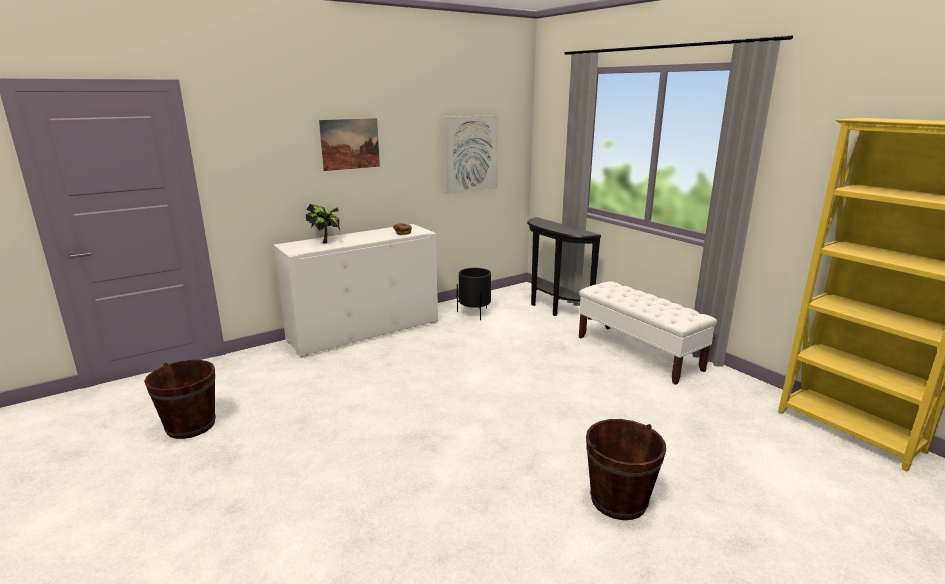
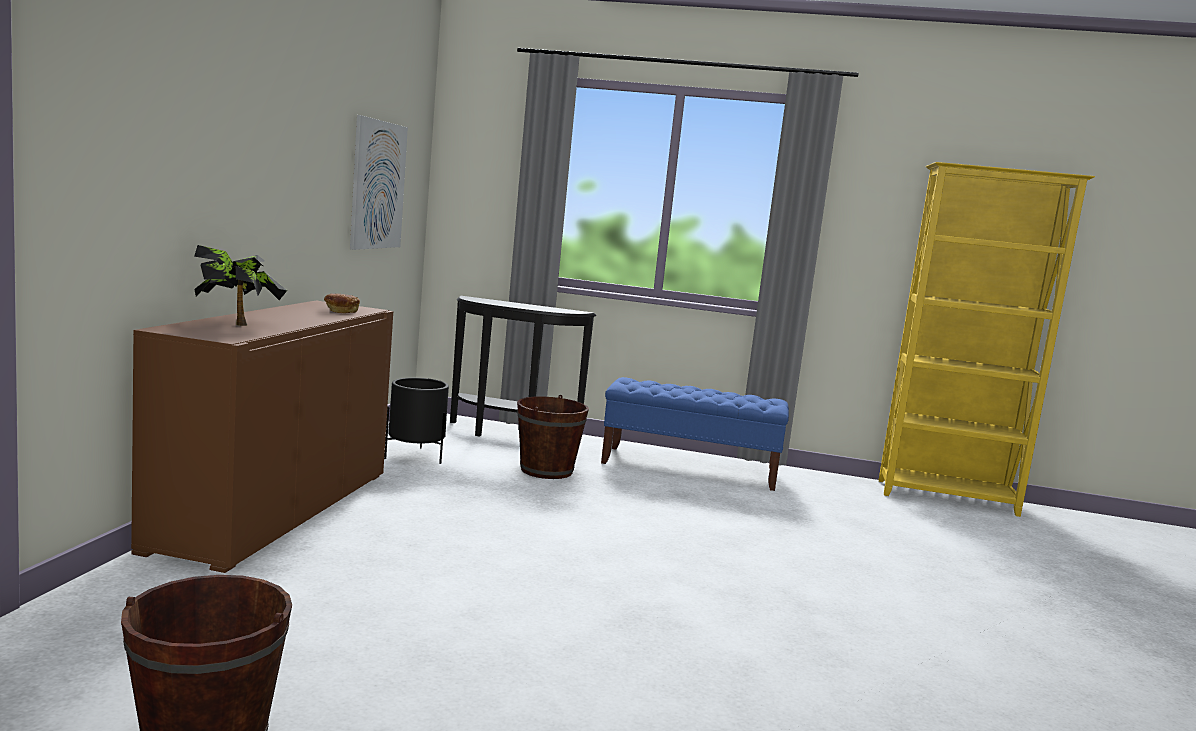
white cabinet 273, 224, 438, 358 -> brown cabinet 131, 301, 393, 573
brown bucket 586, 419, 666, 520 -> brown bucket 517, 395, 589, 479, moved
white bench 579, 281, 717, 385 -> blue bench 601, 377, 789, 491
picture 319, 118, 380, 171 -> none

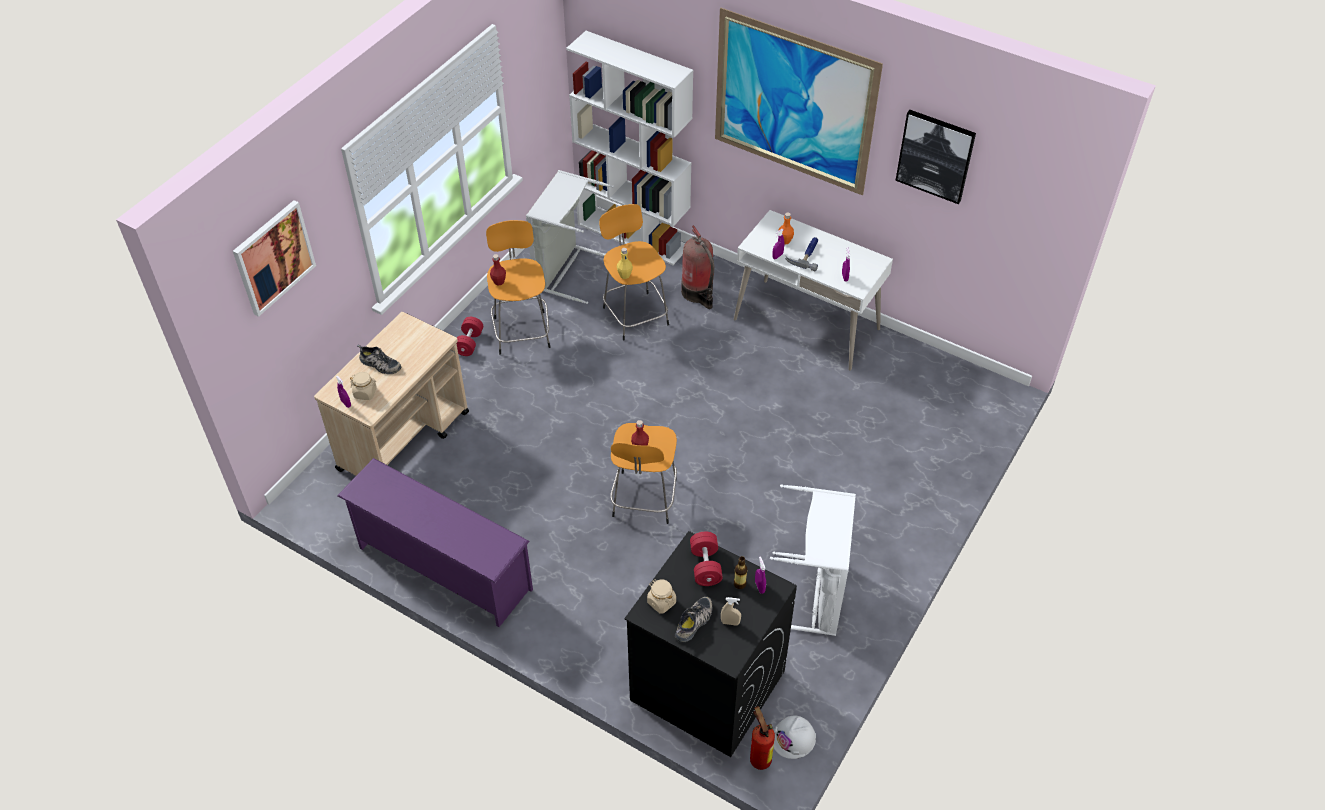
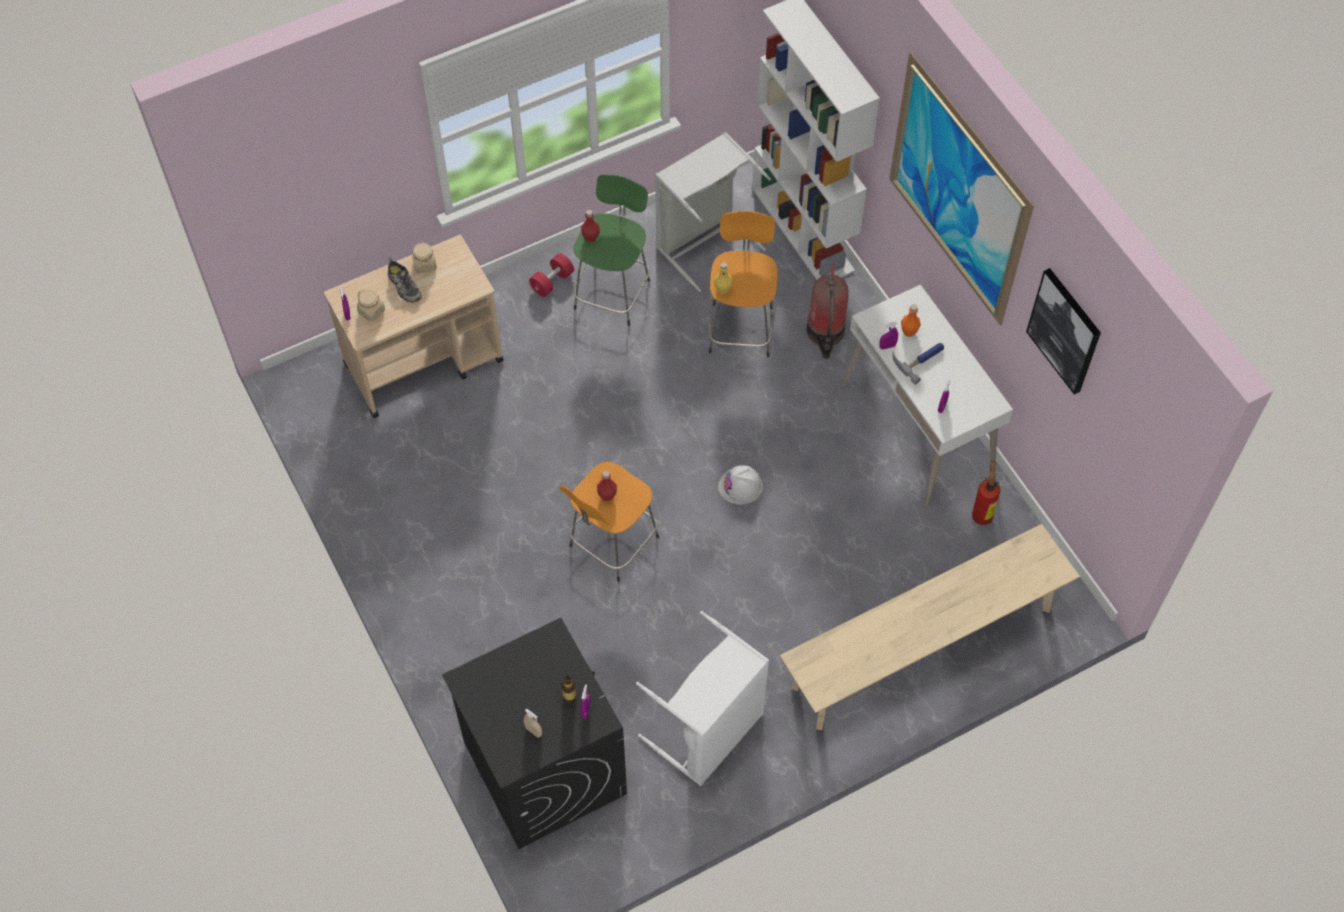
beige jar 647, 579, 676, 614 -> beige jar 412, 243, 437, 274, moved
orange stool 486, 220, 551, 355 -> green stool 573, 174, 650, 326
white hard hat 773, 716, 816, 759 -> white hard hat 718, 465, 763, 505, moved
none -> beige bench 780, 524, 1080, 730
fire extinguisher 750, 706, 775, 770 -> fire extinguisher 972, 461, 1000, 525, moved
picture 233, 200, 316, 317 -> none
purple shoe rack 337, 458, 533, 627 -> none
shoe 675, 596, 712, 642 -> none
red dumbbell 690, 532, 722, 586 -> none

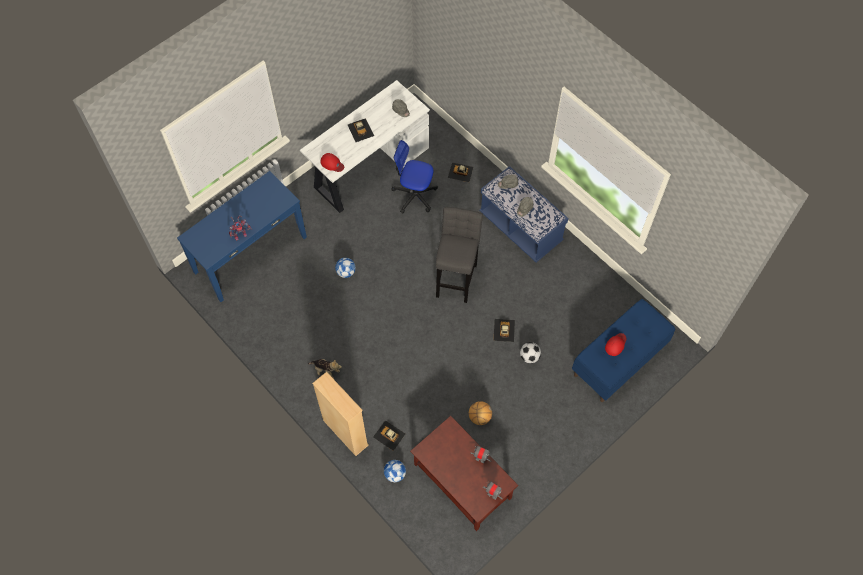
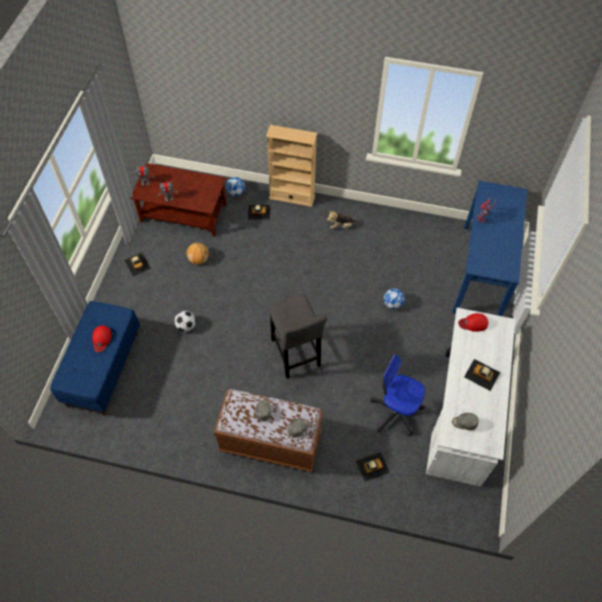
toy car 493, 319, 515, 342 -> toy car 124, 253, 151, 277, moved
blue bench 479, 166, 568, 262 -> brown bench 214, 389, 323, 472
office chair 391, 140, 438, 213 -> office chair 370, 354, 425, 436, 135 degrees counterclockwise

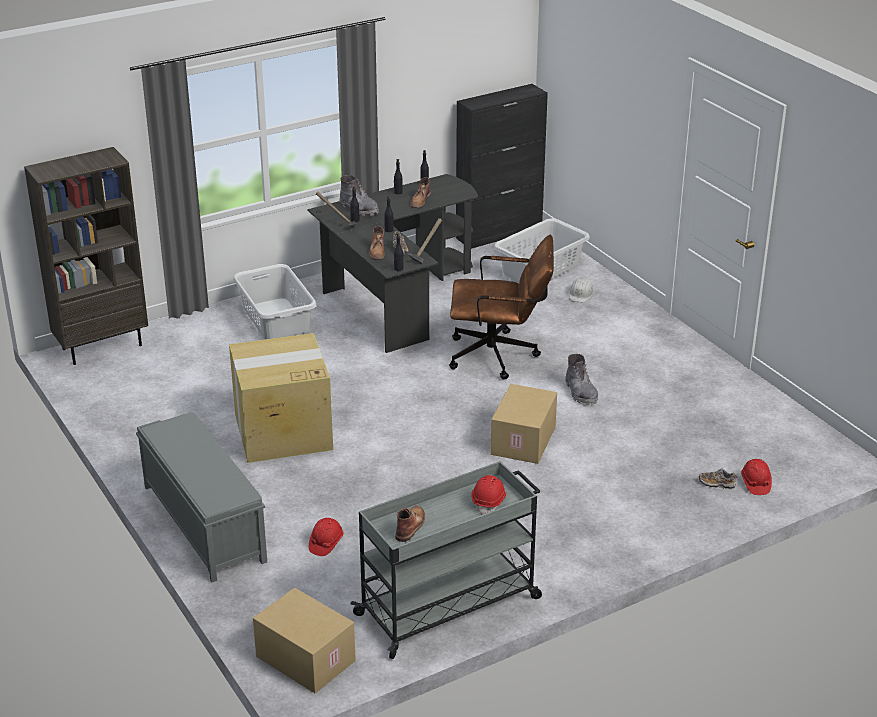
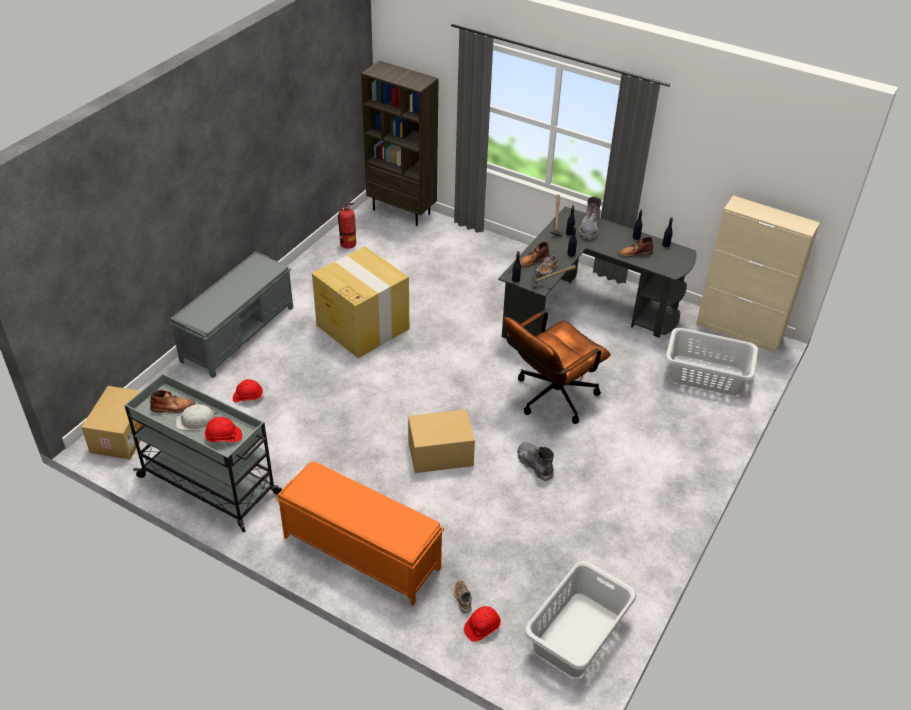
white hard hat 569, 277, 594, 302 -> white hard hat 176, 404, 218, 431, moved
none -> orange bench 277, 461, 444, 606
none -> fire extinguisher 338, 198, 356, 249
brown office chair 449, 235, 554, 379 -> brown office chair 503, 311, 610, 424, 75 degrees clockwise
grey boot 565, 354, 598, 405 -> grey boot 517, 442, 554, 481, 105 degrees clockwise
grey laundry basket 233, 264, 317, 339 -> grey laundry basket 524, 561, 636, 677, moved
black cabinet 456, 84, 548, 249 -> beige cabinet 696, 196, 820, 353

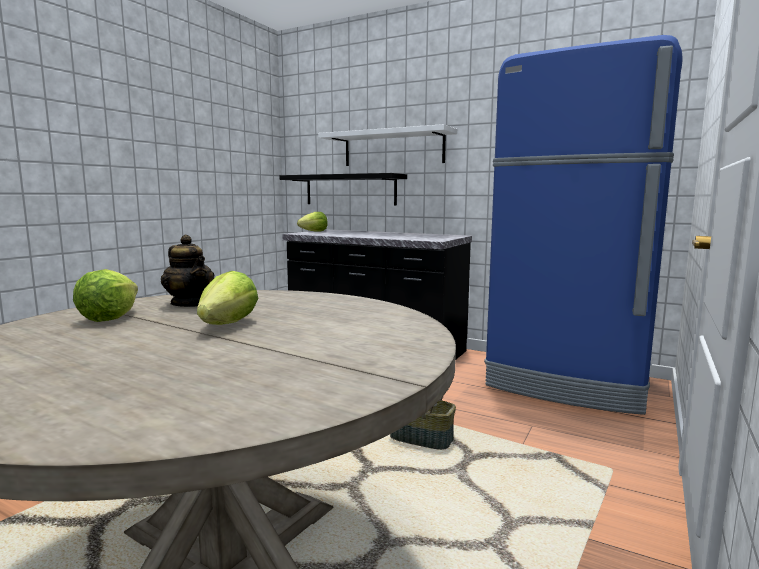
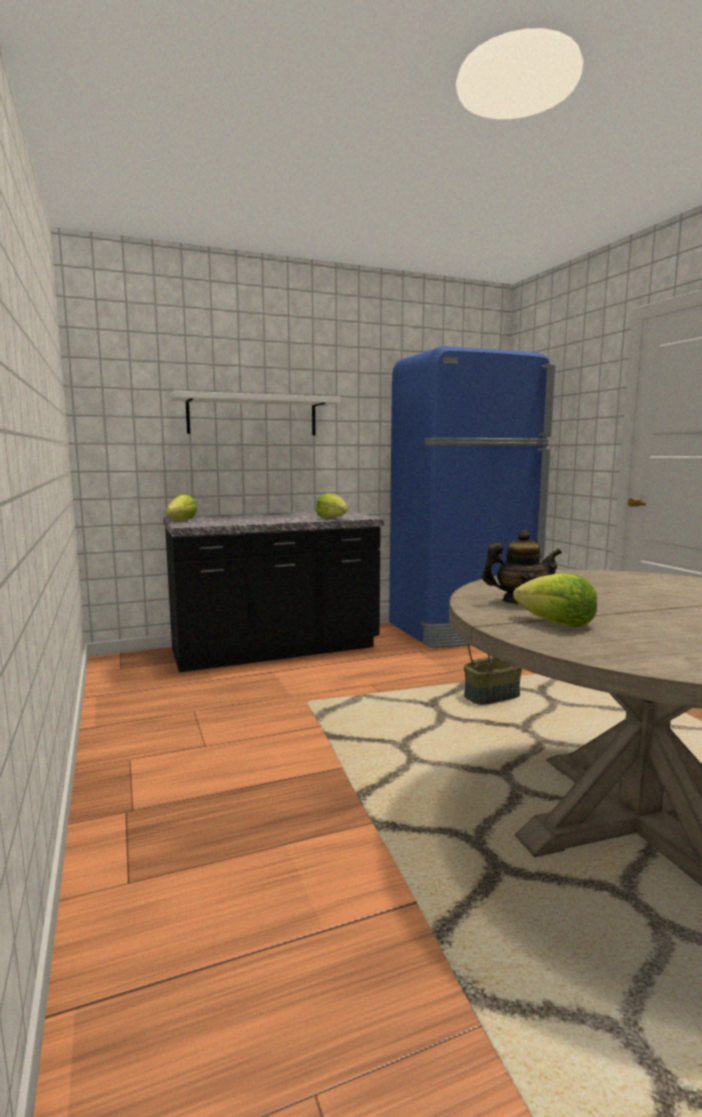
lettuce 197, 271, 258, 325 -> lettuce 316, 493, 348, 519, moved
black shelf 279, 173, 407, 205 -> none

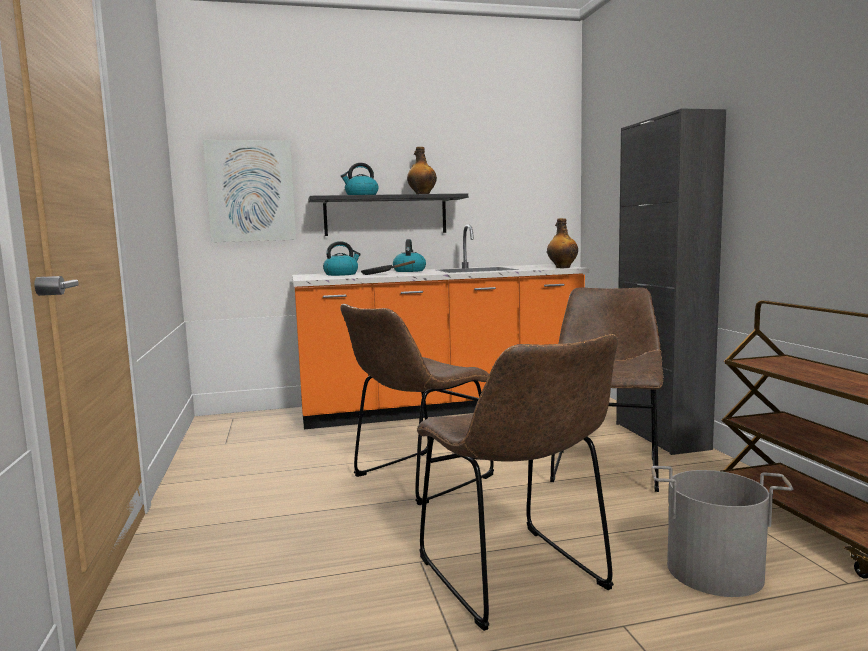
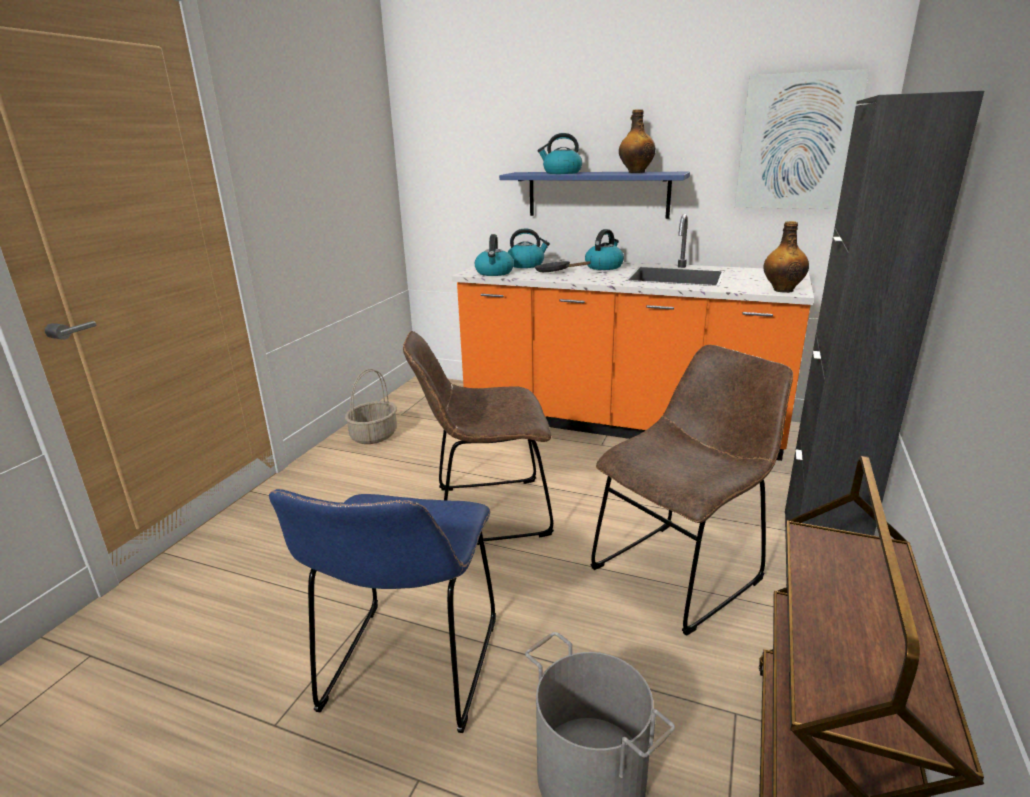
brown chair 417, 334, 618, 631 -> blue chair 269, 489, 496, 733
none -> basket 345, 369, 397, 444
none -> kettle 475, 234, 514, 276
black shelf 308, 193, 468, 236 -> blue shelf 499, 172, 690, 219
picture 203, 140, 296, 242 -> picture 735, 69, 869, 209, moved

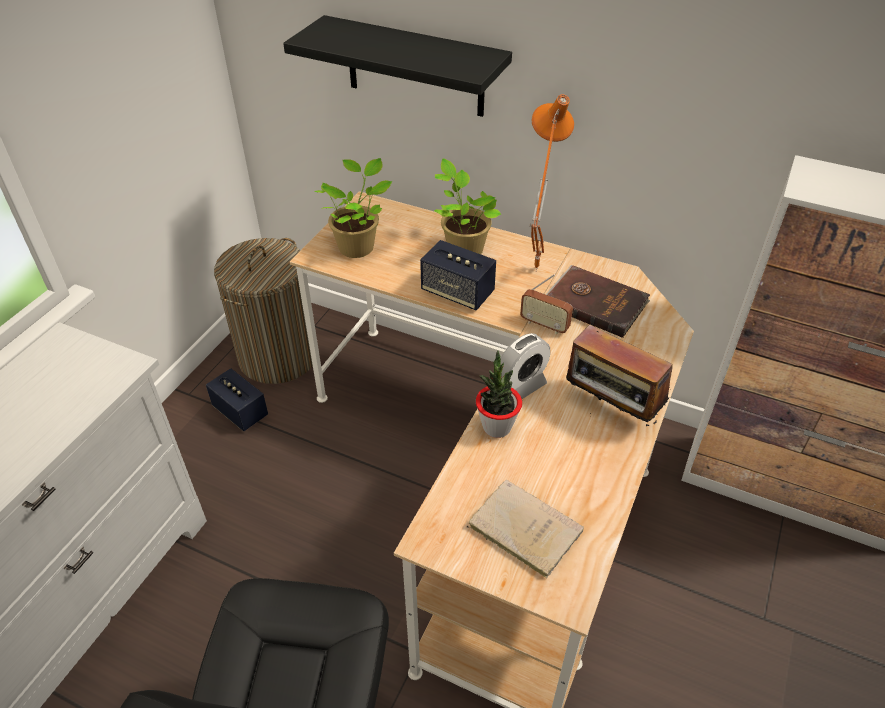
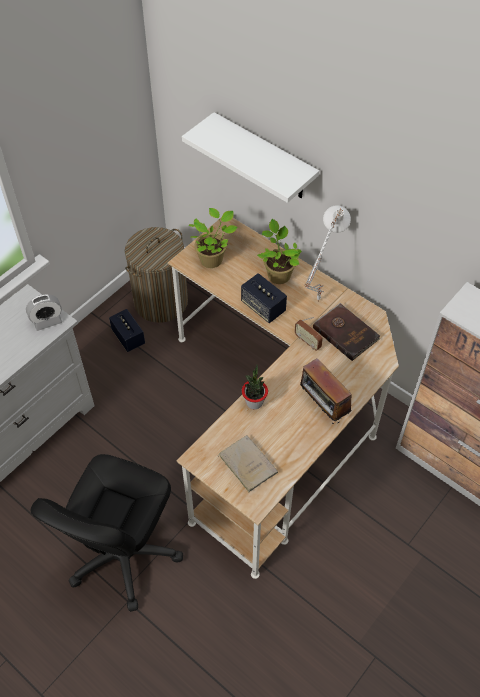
alarm clock 500, 333, 550, 399 -> alarm clock 26, 294, 62, 331, moved
black shelf 283, 15, 512, 117 -> white shelf 182, 112, 319, 203
orange table lamp 530, 94, 574, 271 -> white table lamp 304, 205, 351, 301

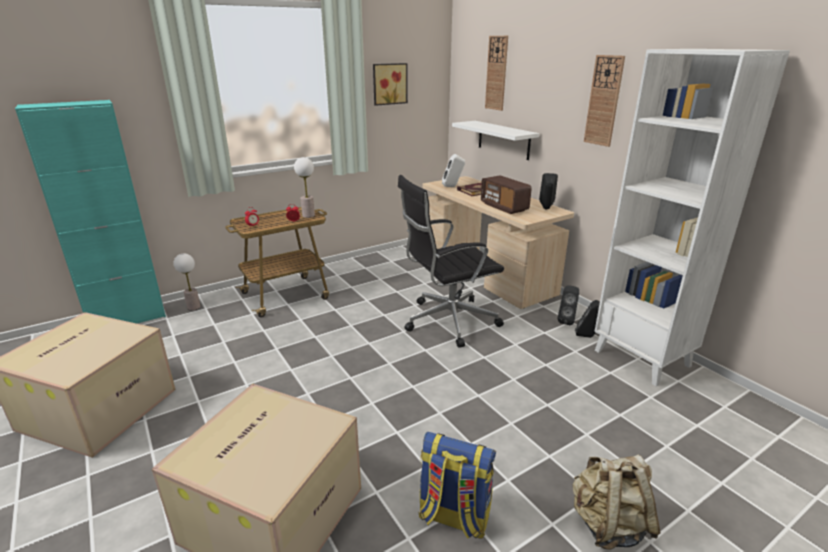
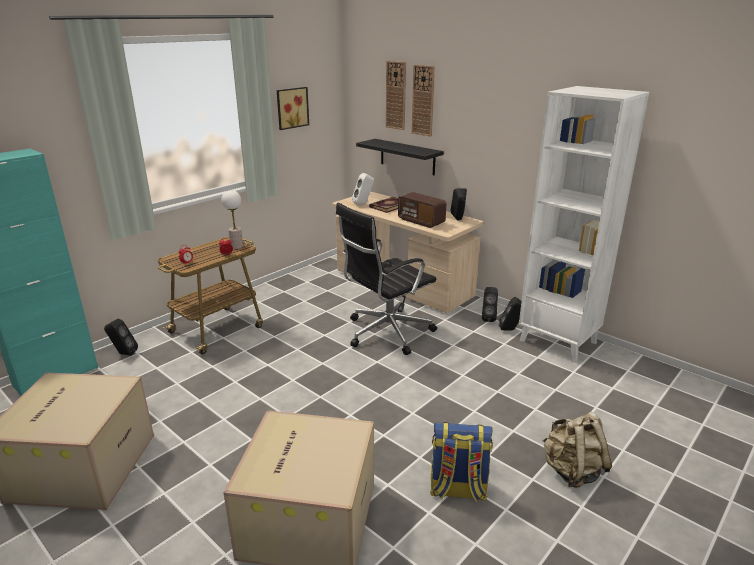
table lamp 174, 253, 200, 310 -> black speaker 104, 319, 138, 356
white shelf 452, 121, 539, 160 -> black shelf 356, 139, 444, 176
wall clock 584, 55, 625, 147 -> wall clock 412, 65, 435, 137, moved

